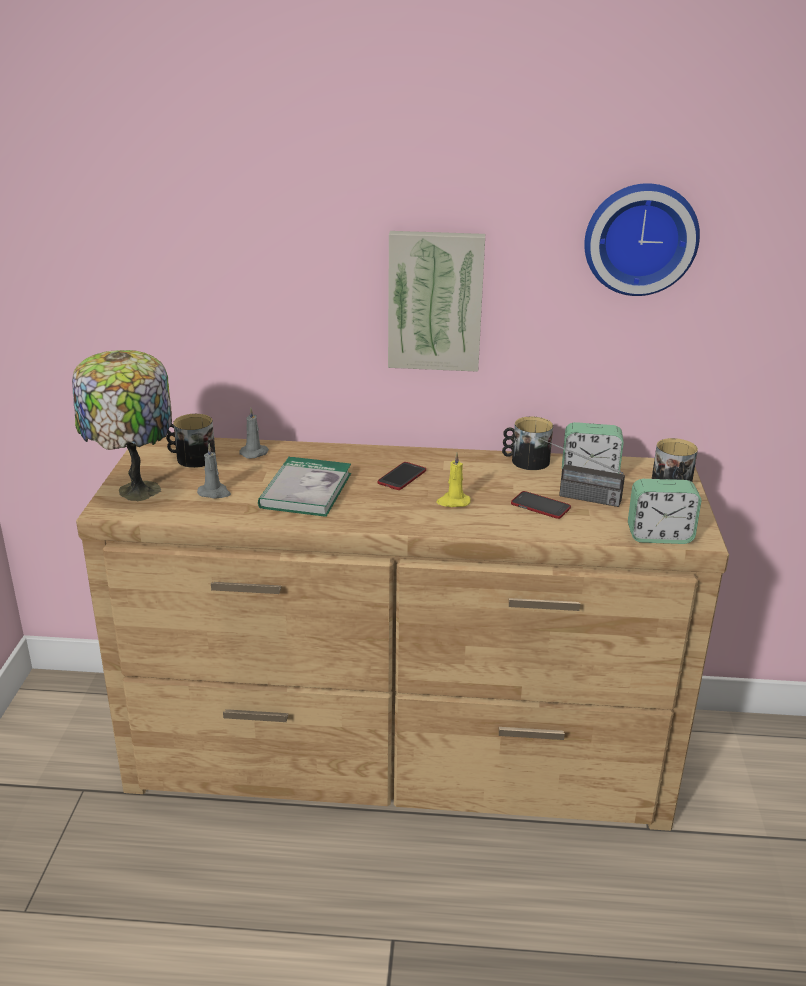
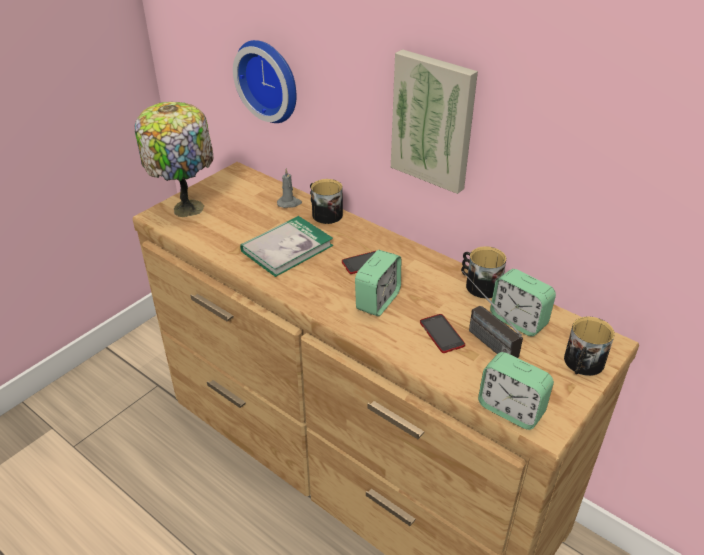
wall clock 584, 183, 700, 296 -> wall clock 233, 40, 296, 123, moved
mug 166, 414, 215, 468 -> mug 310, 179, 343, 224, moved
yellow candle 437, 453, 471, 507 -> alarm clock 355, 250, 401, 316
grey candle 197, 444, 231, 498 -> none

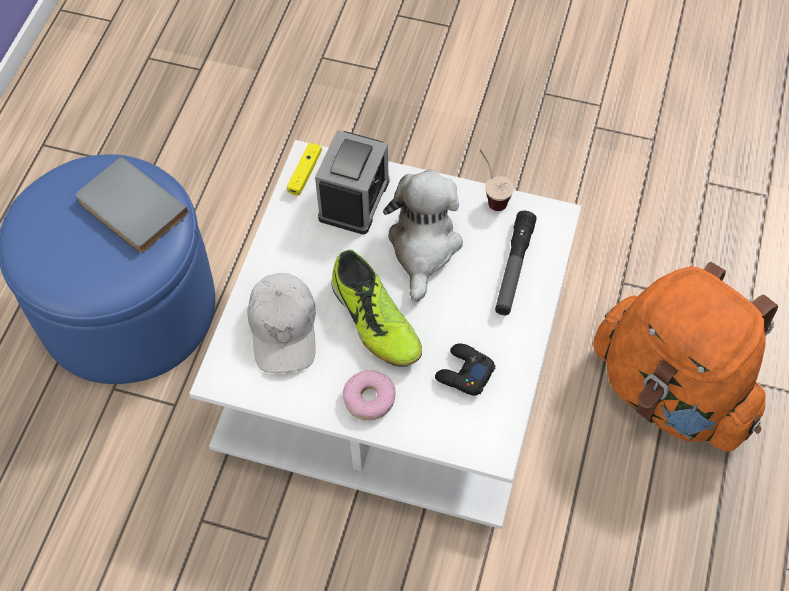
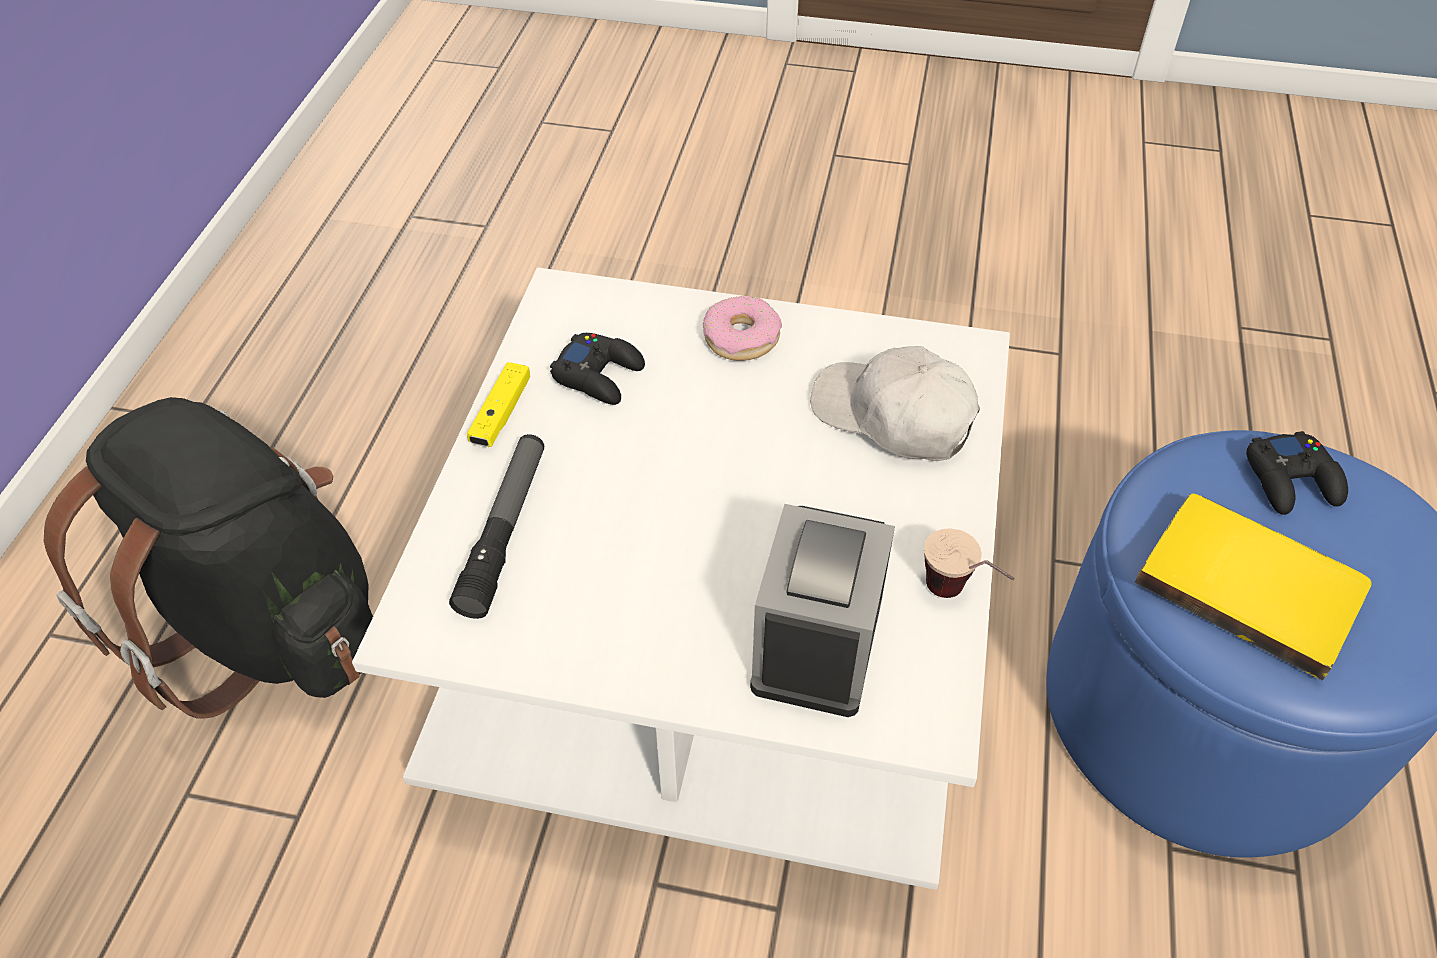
orange backpack 593, 262, 778, 452 -> black backpack 44, 397, 373, 719
yellow game controller 287, 143, 322, 196 -> yellow game controller 467, 362, 530, 447, moved
white cap 247, 273, 316, 373 -> white cap 810, 346, 980, 461, 45 degrees counterclockwise
cup 480, 149, 514, 211 -> cup 924, 528, 1015, 598, moved
grey book 76, 156, 189, 253 -> yellow book 1135, 494, 1371, 681
none -> black game controller 1246, 431, 1348, 515
shoe 331, 249, 422, 367 -> none
plush toy 383, 170, 463, 302 -> none

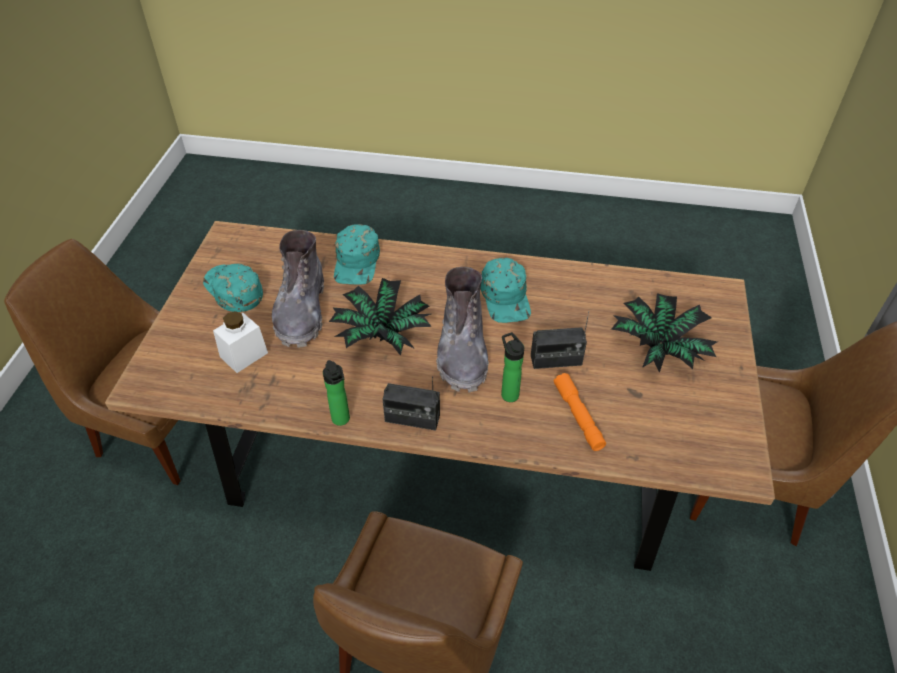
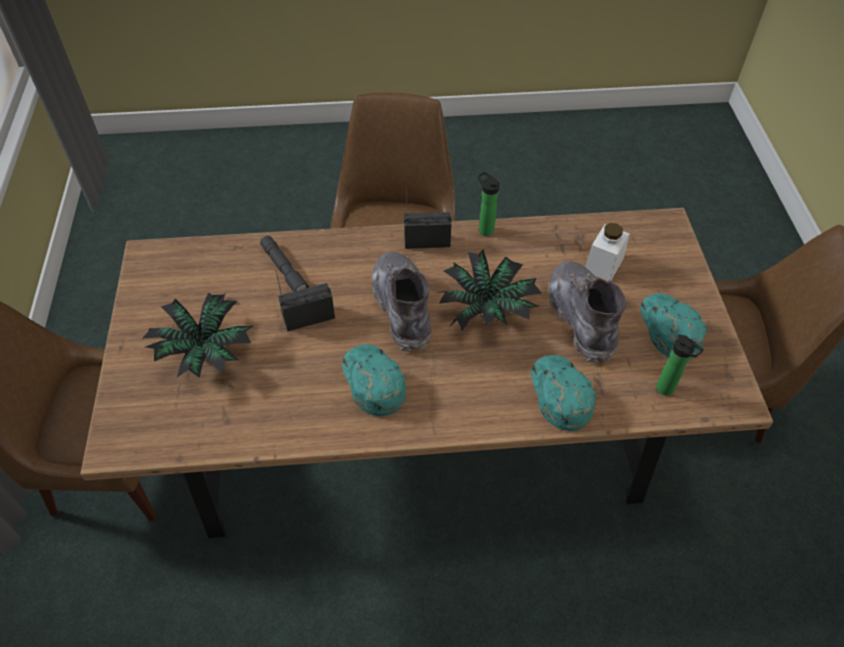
orange flashlight 554, 373, 606, 451 -> grey flashlight 260, 236, 309, 292
turquoise cap 203, 264, 263, 312 -> turquoise cap 640, 293, 707, 360, 135 degrees counterclockwise
bottle 501, 332, 524, 402 -> bottle 656, 335, 704, 395, moved

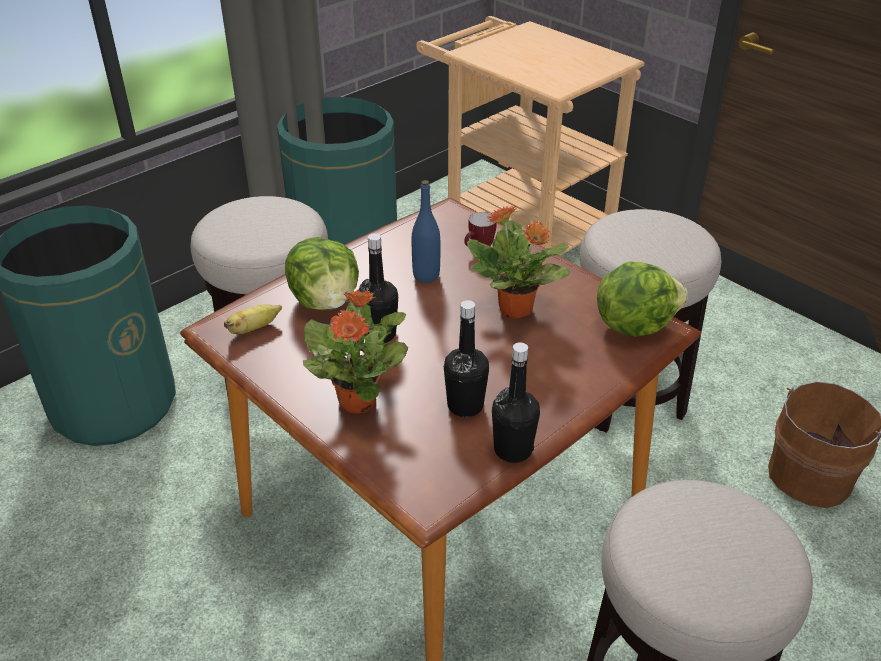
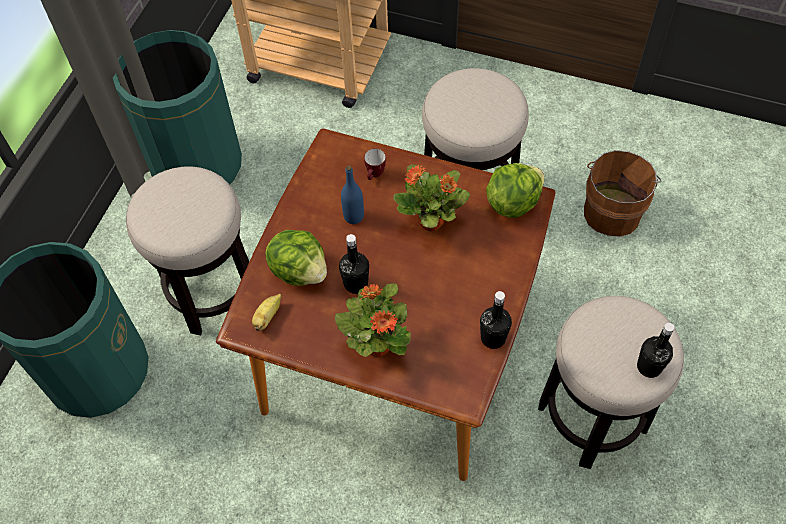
black bottle 444, 300, 489, 417 -> black bottle 637, 323, 675, 378, moved

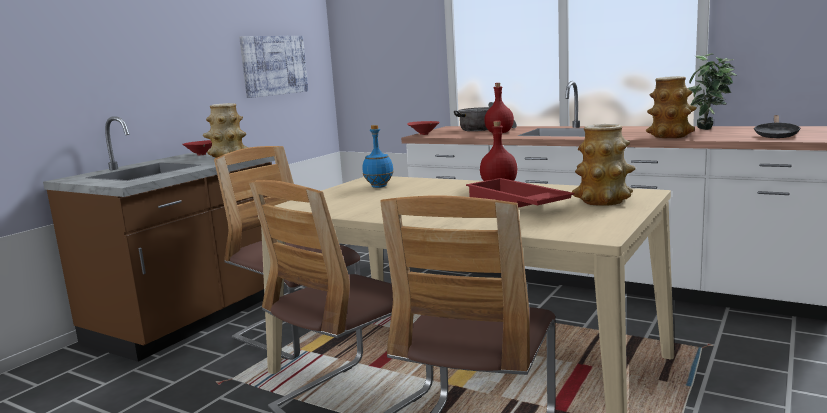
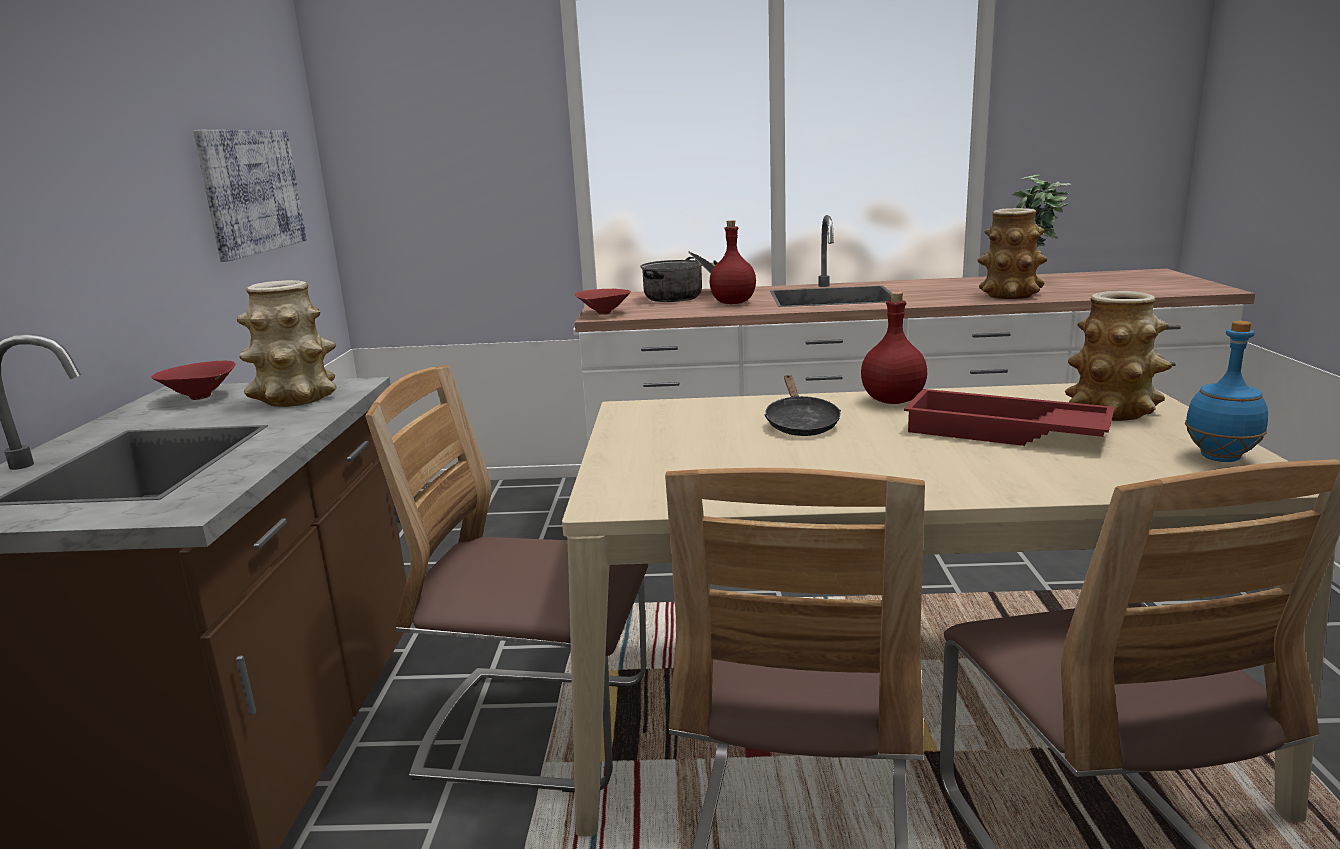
black frying pan 754, 115, 801, 138 -> black frying pan 764, 375, 841, 436, moved
blue bottle 362, 125, 394, 188 -> blue bottle 1185, 321, 1268, 462, moved

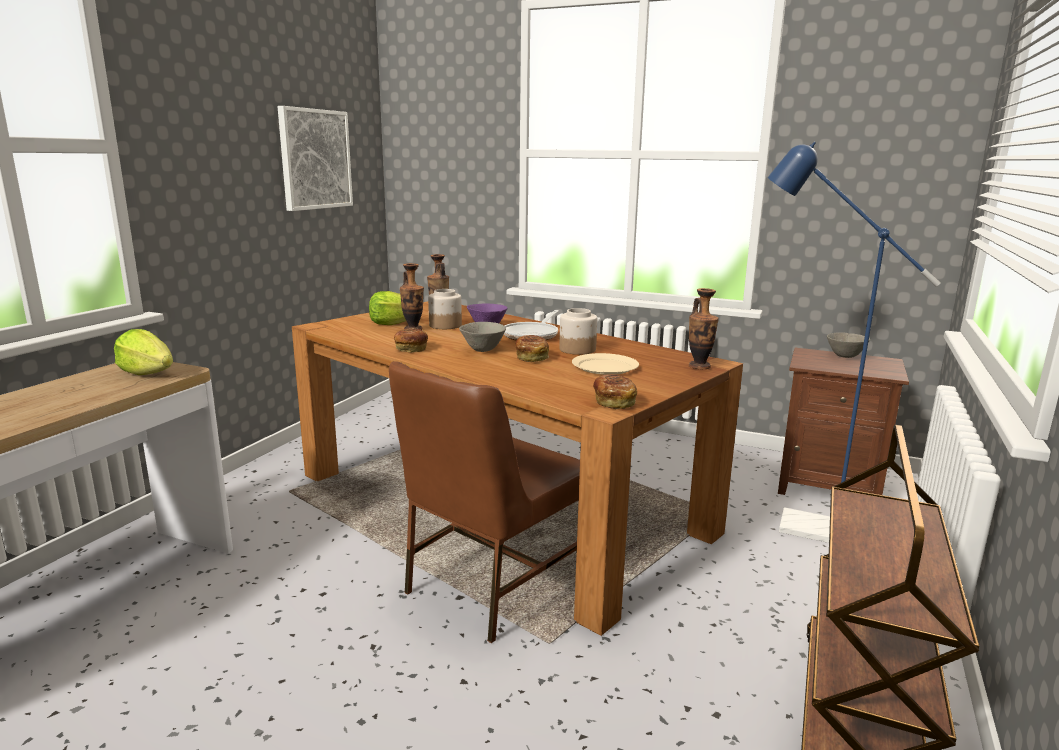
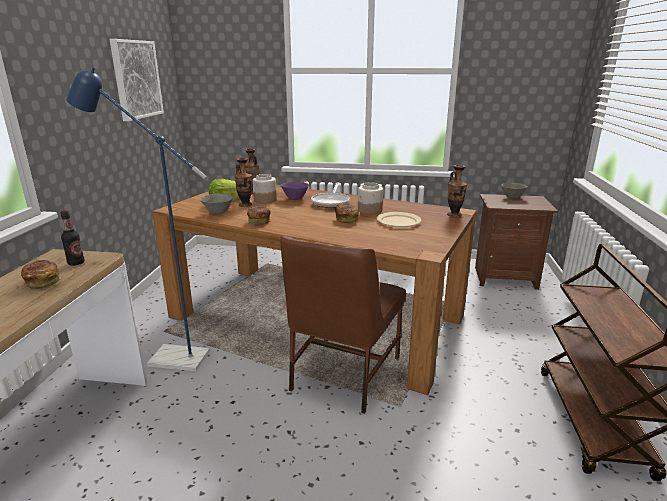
bread 593, 374, 637, 409 -> bread 21, 260, 61, 289, moved
lettuce 114, 329, 173, 375 -> bottle 61, 210, 85, 266
blue floor lamp 768, 142, 940, 543 -> blue floor lamp 66, 68, 210, 371, moved
grey bowl 459, 322, 506, 352 -> grey bowl 200, 194, 233, 215, moved

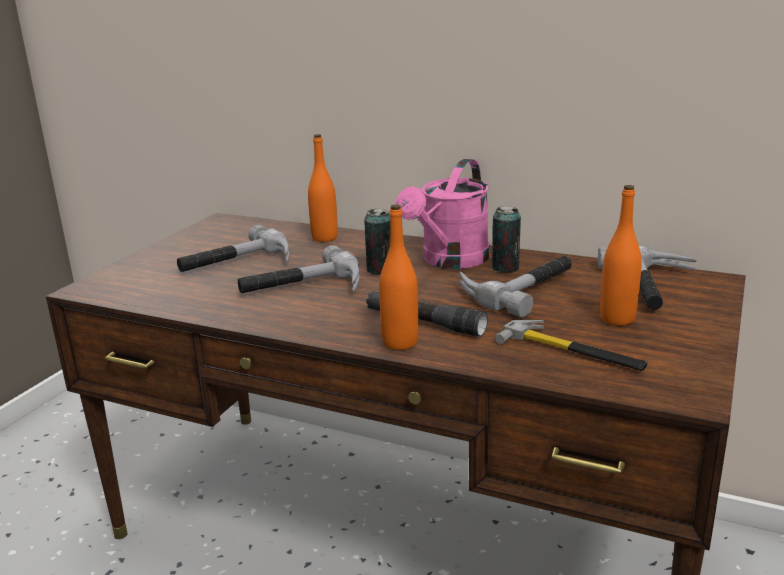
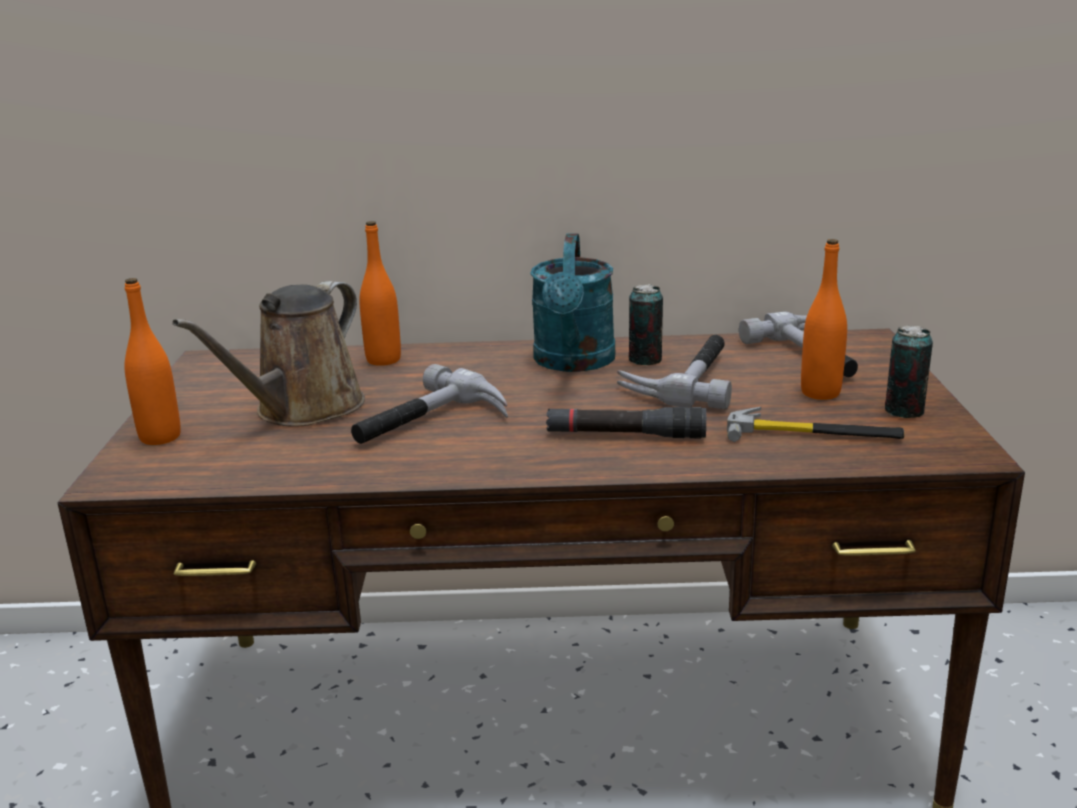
orange bottle 379, 204, 418, 350 -> orange bottle 124, 278, 181, 445, moved
hammer 177, 225, 289, 272 -> brown watering can 172, 281, 365, 427
pink watering can 396, 159, 489, 269 -> turquoise watering can 530, 233, 615, 372
can 364, 208, 390, 274 -> can 885, 325, 933, 418, moved

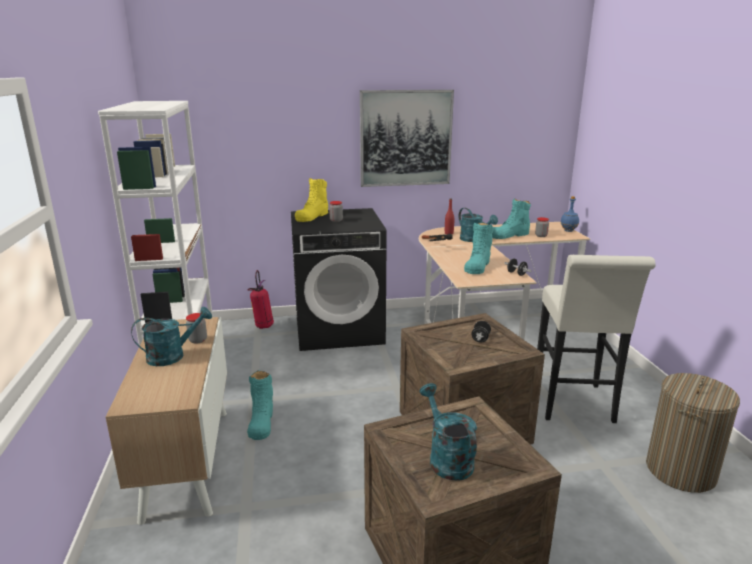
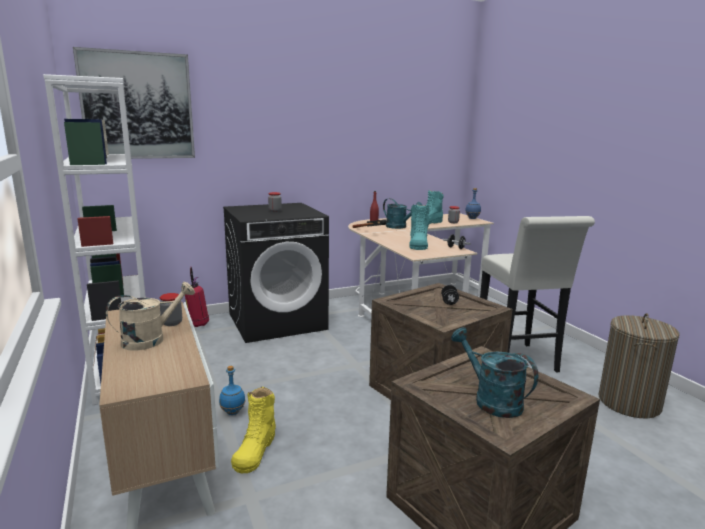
picture 360, 90, 454, 187 -> picture 73, 47, 195, 159, moved
turquoise watering can 131, 307, 212, 366 -> beige watering can 106, 282, 195, 351
turquoise boot 247, 370, 273, 440 -> blue bottle 219, 366, 245, 415
yellow boot 295, 178, 328, 222 -> yellow boot 231, 387, 276, 473, moved

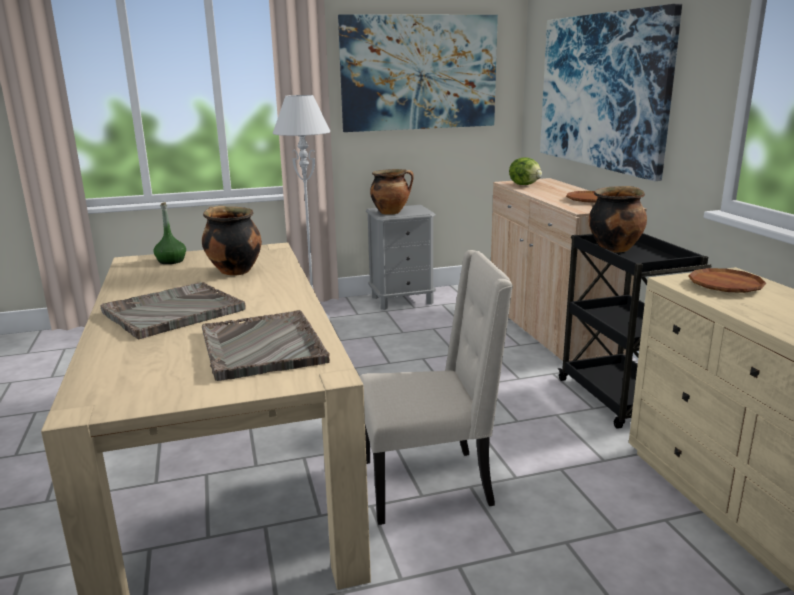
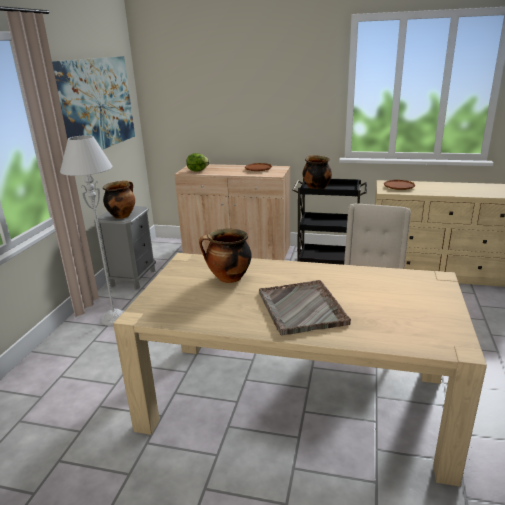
green bottle 153, 202, 186, 264 -> none
grey tray 202, 310, 330, 381 -> none
picture 540, 4, 682, 181 -> none

